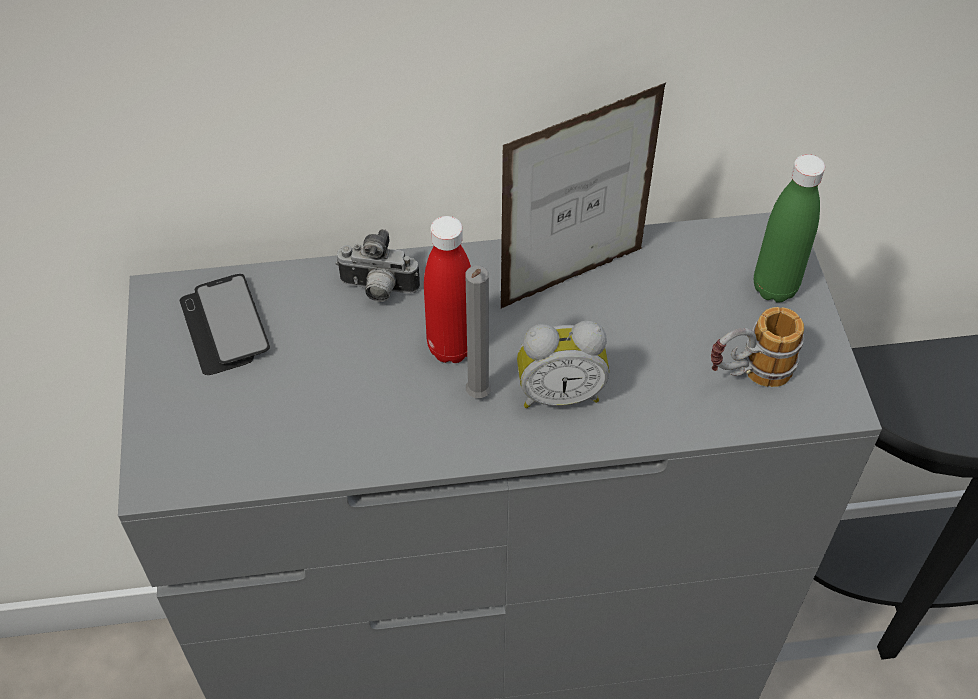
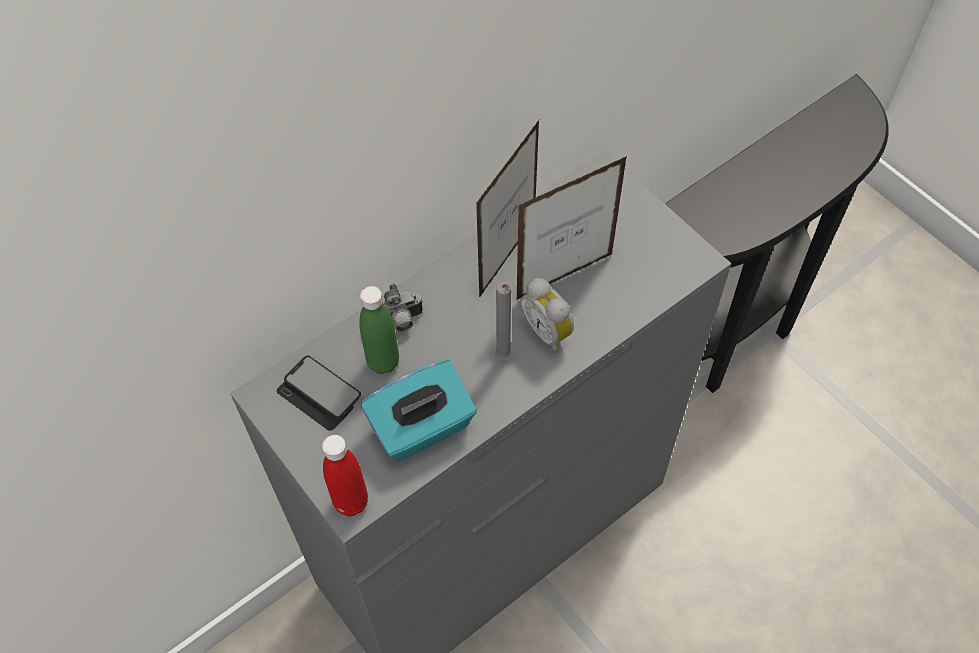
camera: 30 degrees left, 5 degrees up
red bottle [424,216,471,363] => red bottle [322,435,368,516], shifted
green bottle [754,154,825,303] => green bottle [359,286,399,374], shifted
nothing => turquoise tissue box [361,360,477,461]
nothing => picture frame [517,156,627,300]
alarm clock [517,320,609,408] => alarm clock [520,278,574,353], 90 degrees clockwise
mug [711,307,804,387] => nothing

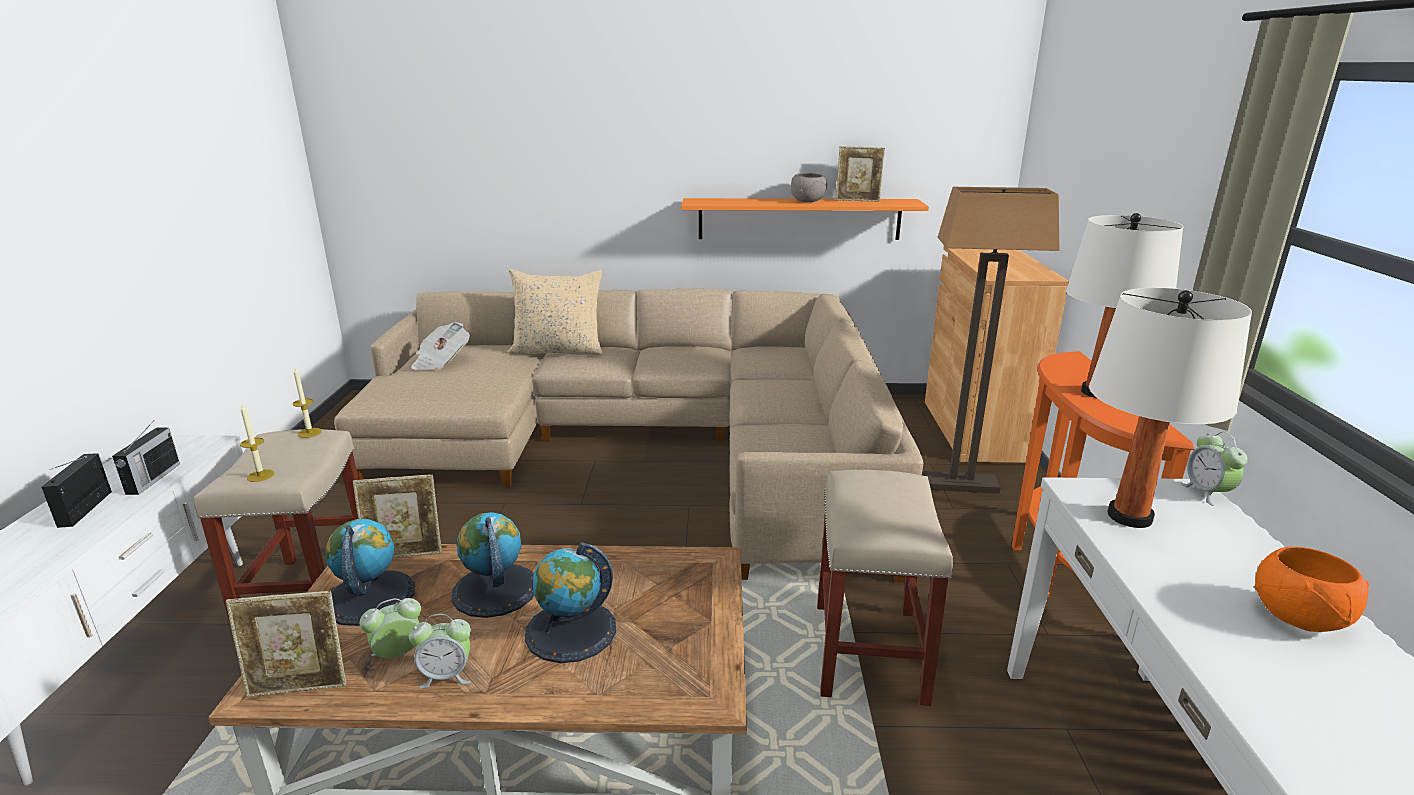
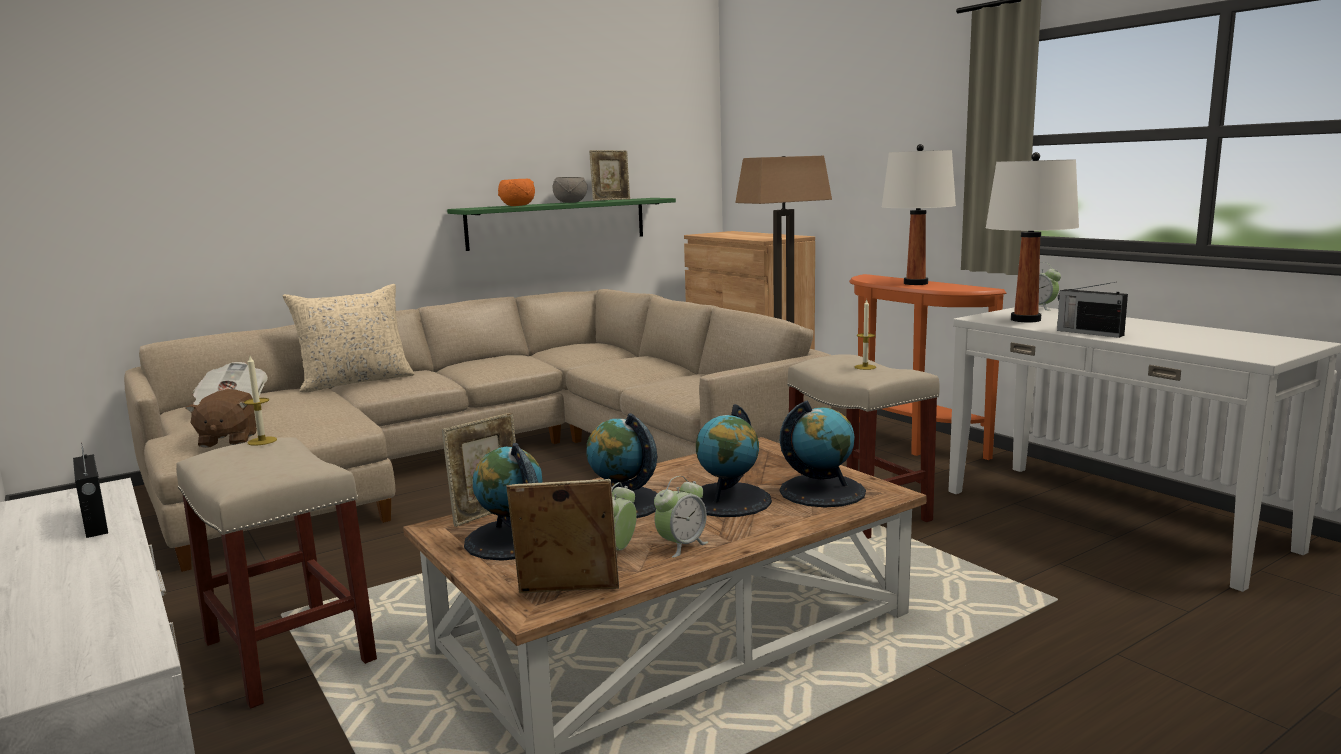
camera: 35 degrees left, 10 degrees down
nothing => brown plush toy [185,389,257,448]
orange shelf [681,198,929,240] => green shelf [447,198,676,251]
orange bowl [1254,547,1369,632] => orange bowl [498,179,535,206], shifted
picture frame [226,591,346,697] => picture frame [507,479,619,593], 135 degrees counterclockwise
nothing => globe [780,400,866,508]
candle [240,404,275,482] => candle [855,300,876,370], shifted
radio [41,453,112,528] => radio [1057,282,1128,338], shifted

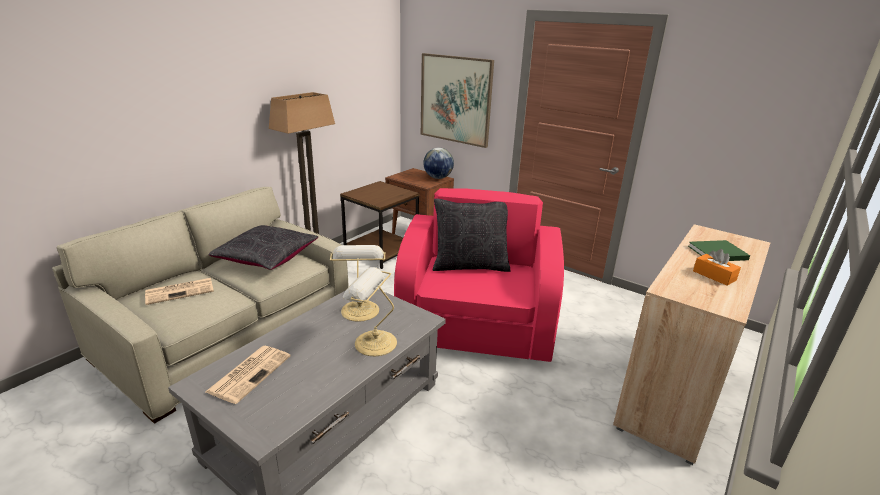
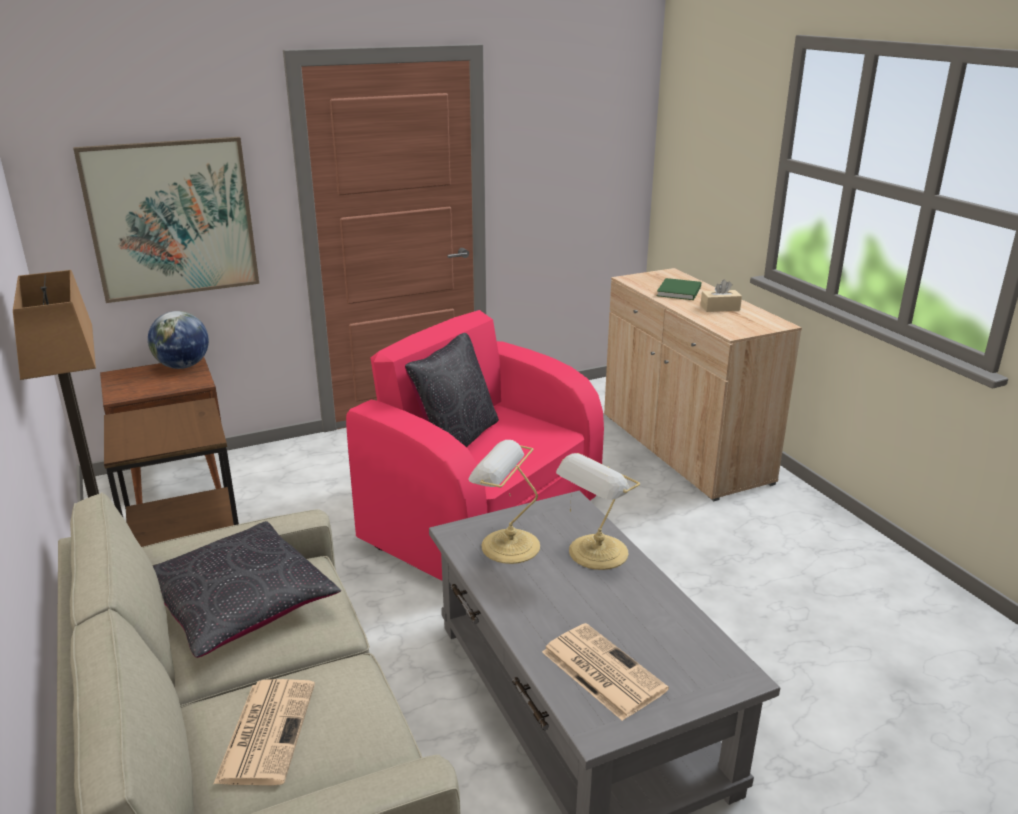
camera: 60 degrees left, 0 degrees up
orange tissue box [693,249,741,286] => beige tissue box [700,280,742,312]

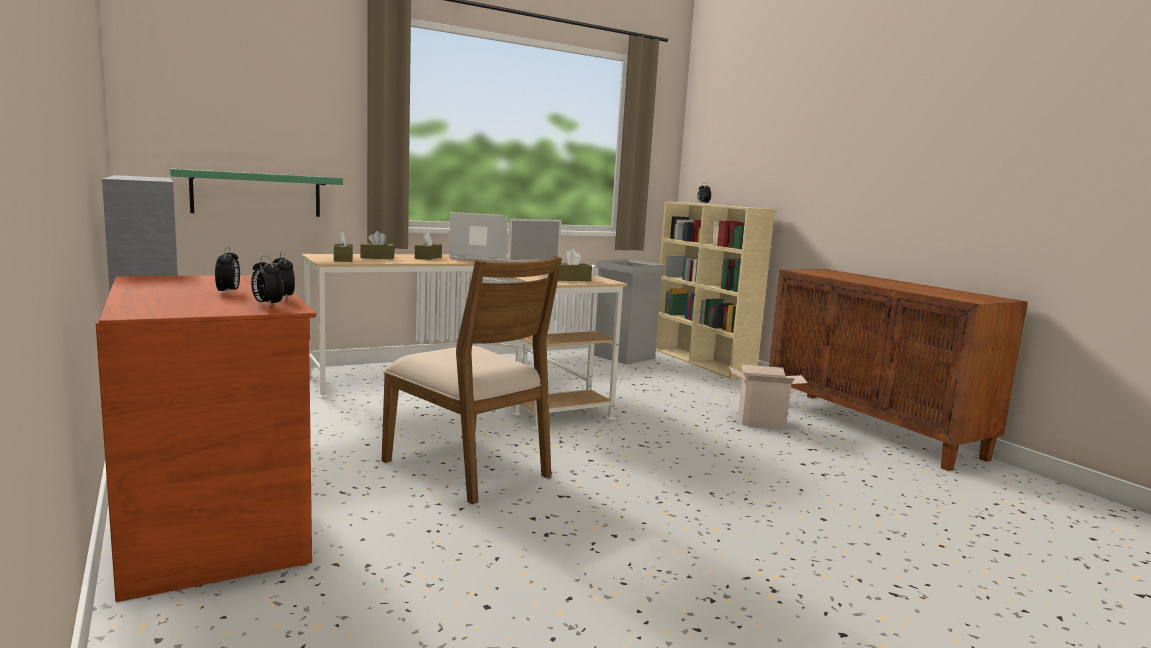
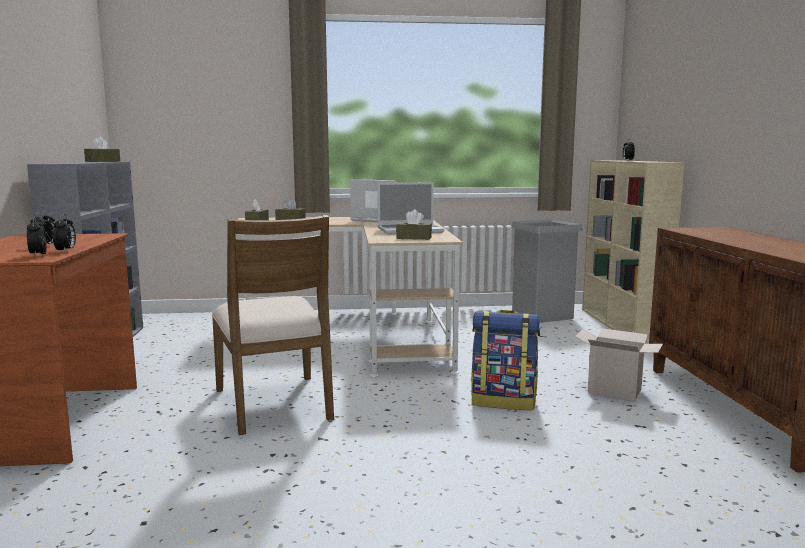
camera: 25 degrees right, 0 degrees up
brown tissue box [415,232,442,260] => brown tissue box [84,136,120,162], shifted
nothing => backpack [471,310,540,410]
green shelf [170,169,343,217] => nothing

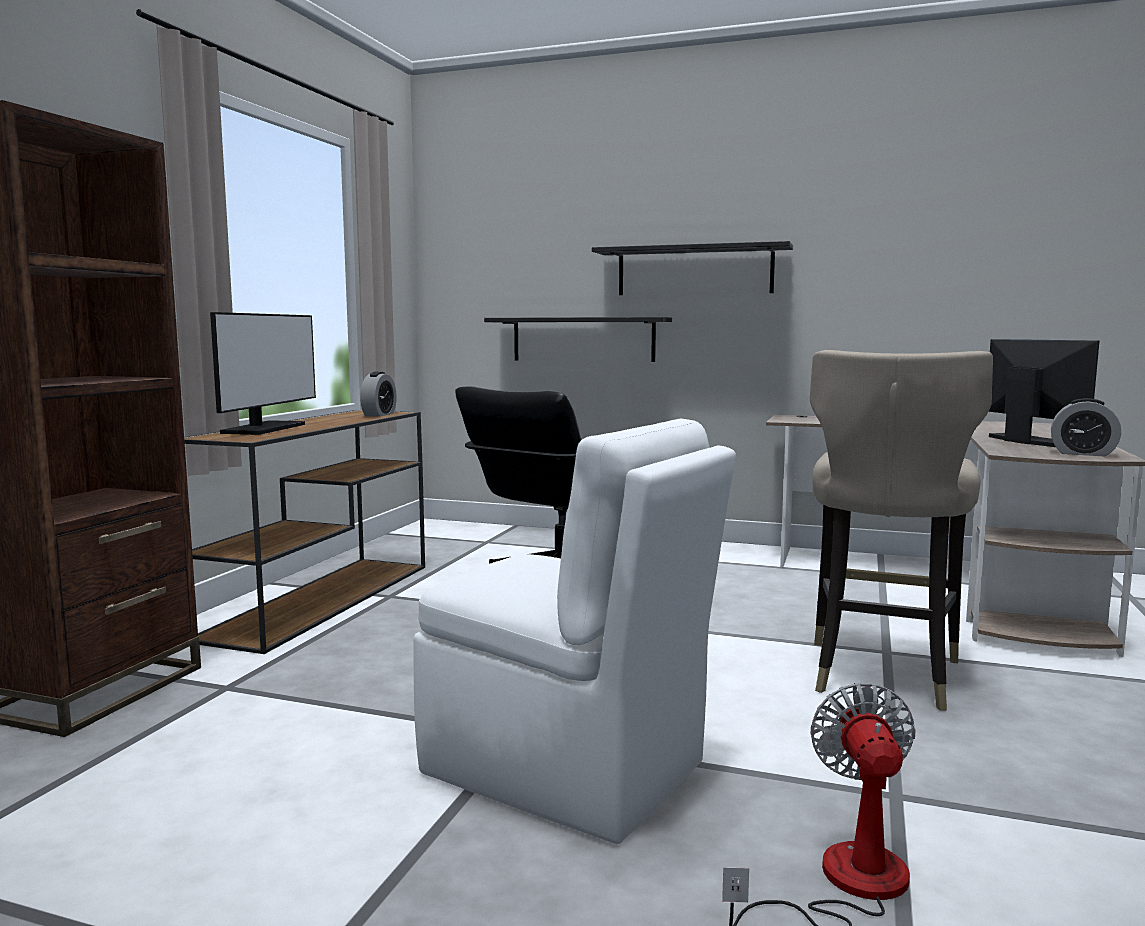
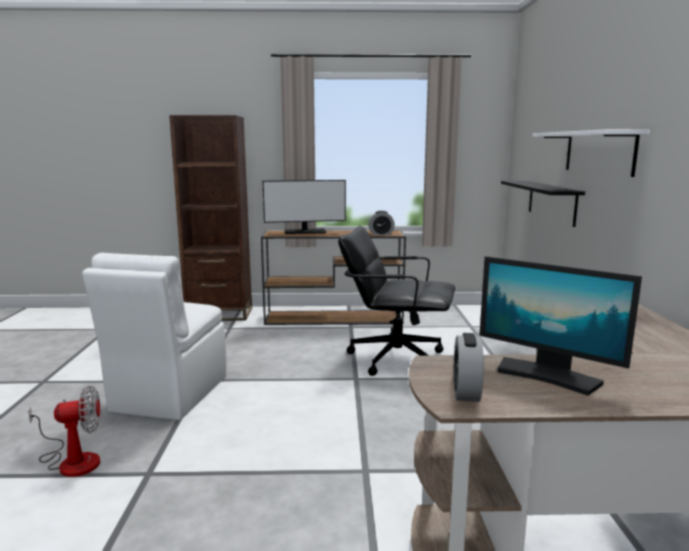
camera: 70 degrees right, 5 degrees up
monitor [989,339,1099,447] => monitor [479,256,642,396], 75 degrees clockwise
black shelf [592,241,793,295] => white shelf [533,129,650,177]
beige stool [810,350,993,711] => nothing

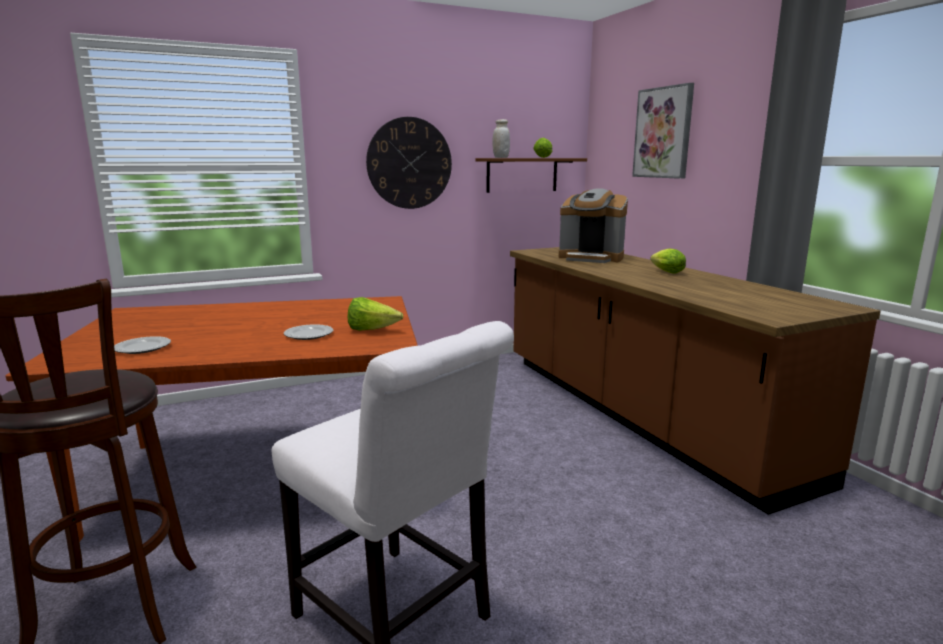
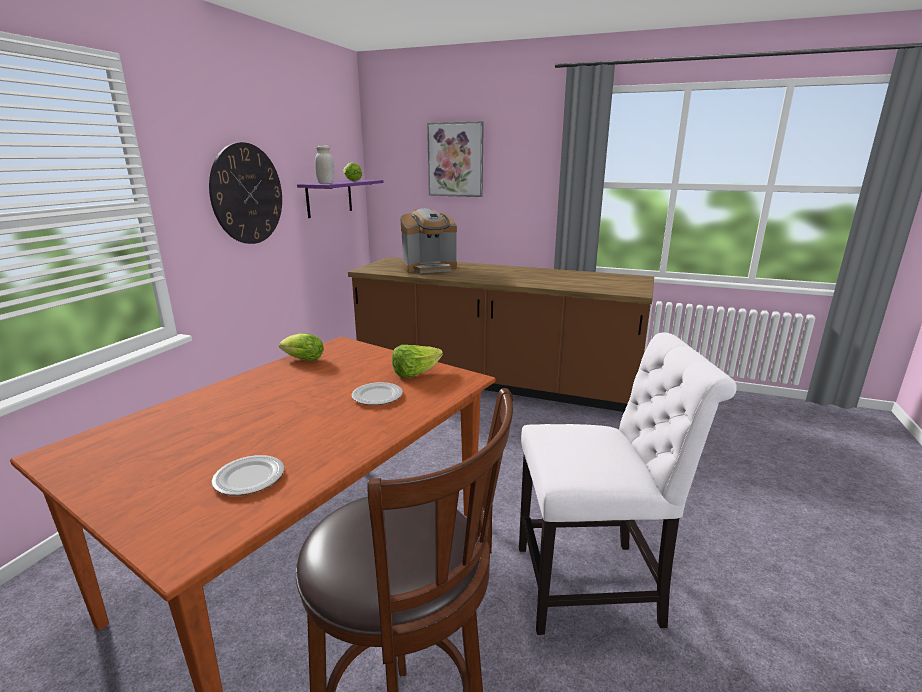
camera: 45 degrees left, 5 degrees up
lettuce [650,249,686,274] => lettuce [279,333,324,361], shifted
brown shelf [475,158,587,193] => purple shelf [297,180,383,218]

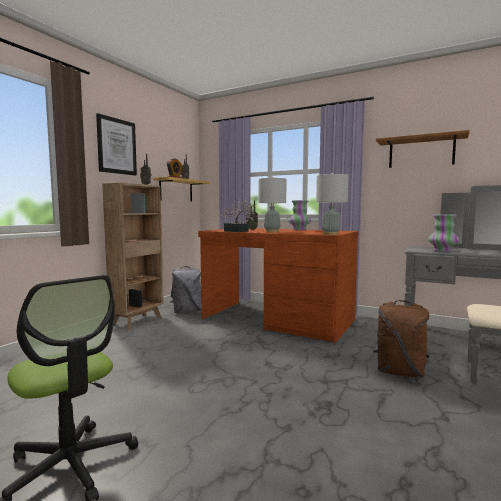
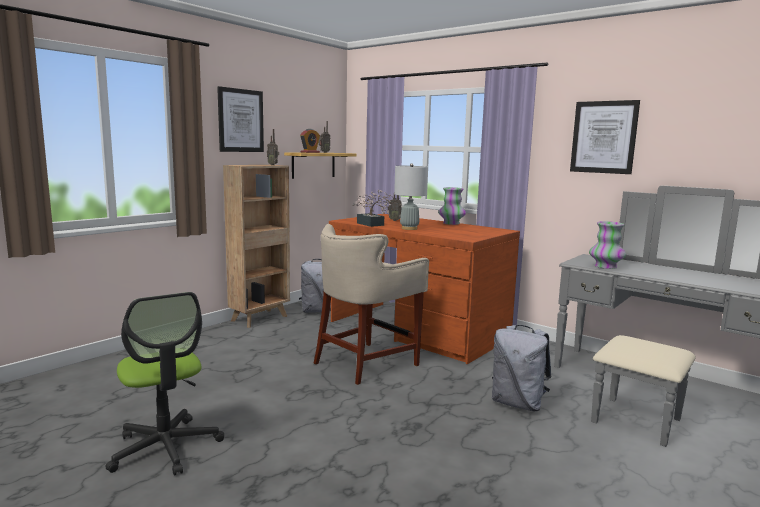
camera: 10 degrees right, 5 degrees up
nothing => beige stool [314,224,429,385]
brown backpack [374,300,430,378] => grey backpack [492,325,551,411]
shelf [376,130,470,168] => picture [570,100,640,174]
grey table lamp [316,173,348,235] => nothing

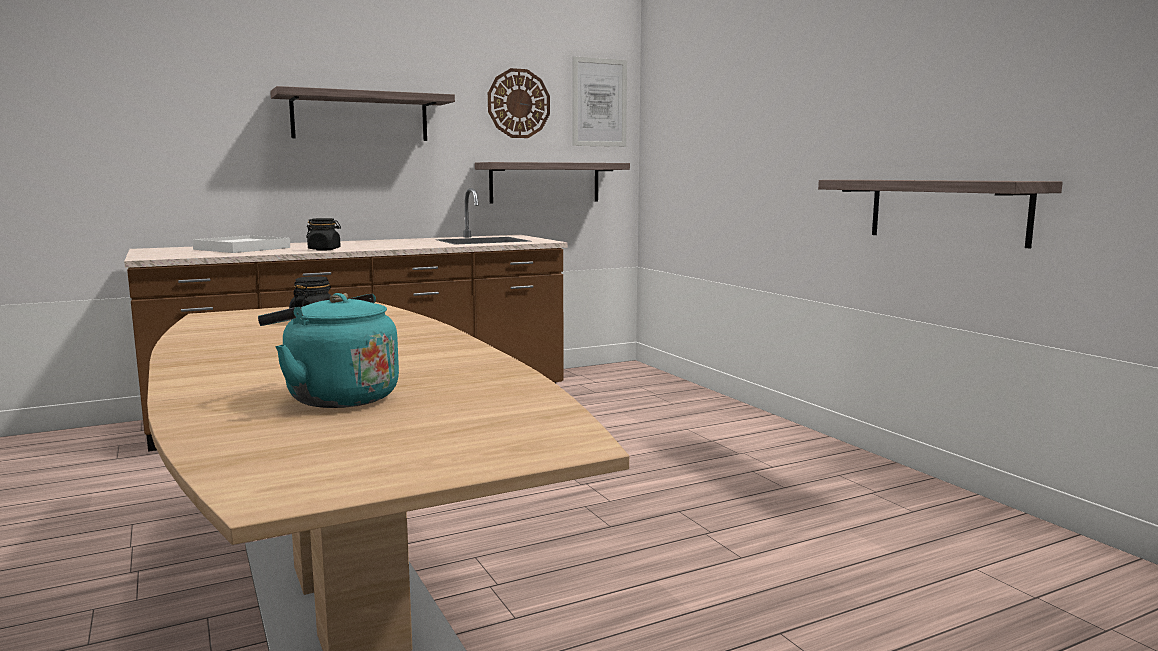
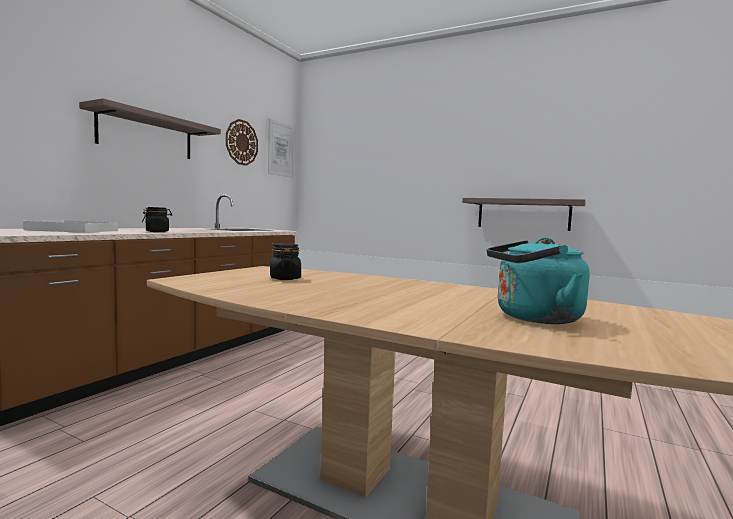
camera: 35 degrees left, 5 degrees down
shelf [475,162,630,203] => nothing

